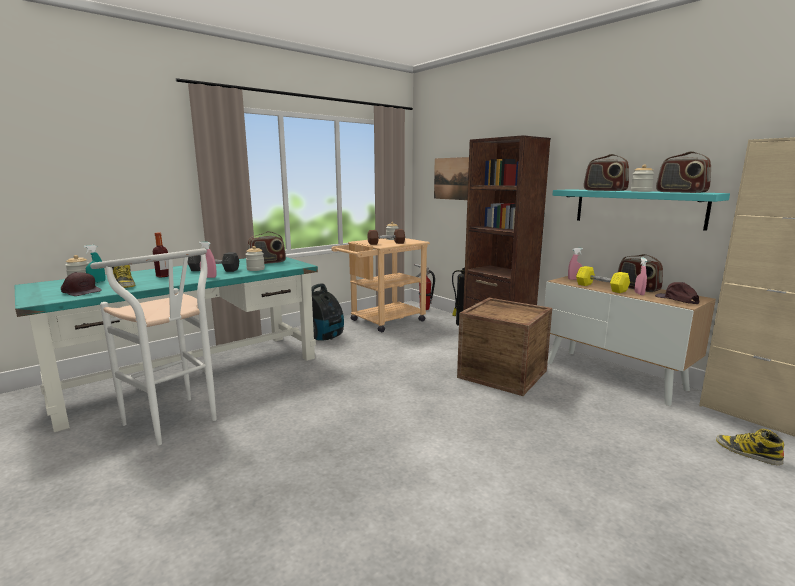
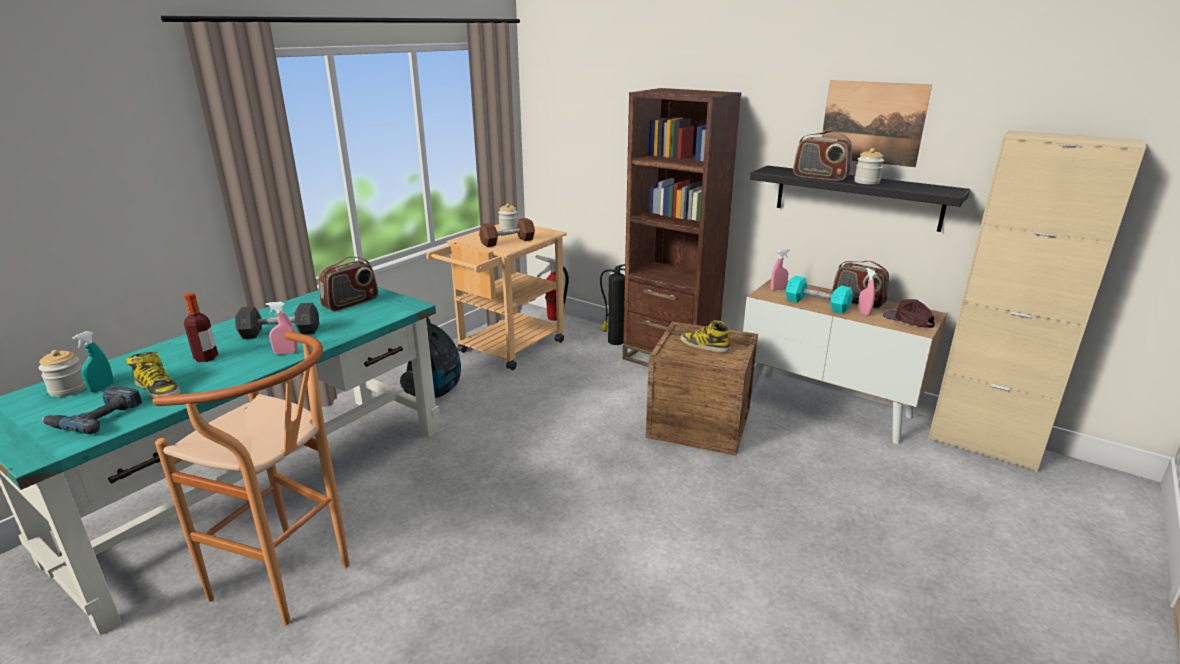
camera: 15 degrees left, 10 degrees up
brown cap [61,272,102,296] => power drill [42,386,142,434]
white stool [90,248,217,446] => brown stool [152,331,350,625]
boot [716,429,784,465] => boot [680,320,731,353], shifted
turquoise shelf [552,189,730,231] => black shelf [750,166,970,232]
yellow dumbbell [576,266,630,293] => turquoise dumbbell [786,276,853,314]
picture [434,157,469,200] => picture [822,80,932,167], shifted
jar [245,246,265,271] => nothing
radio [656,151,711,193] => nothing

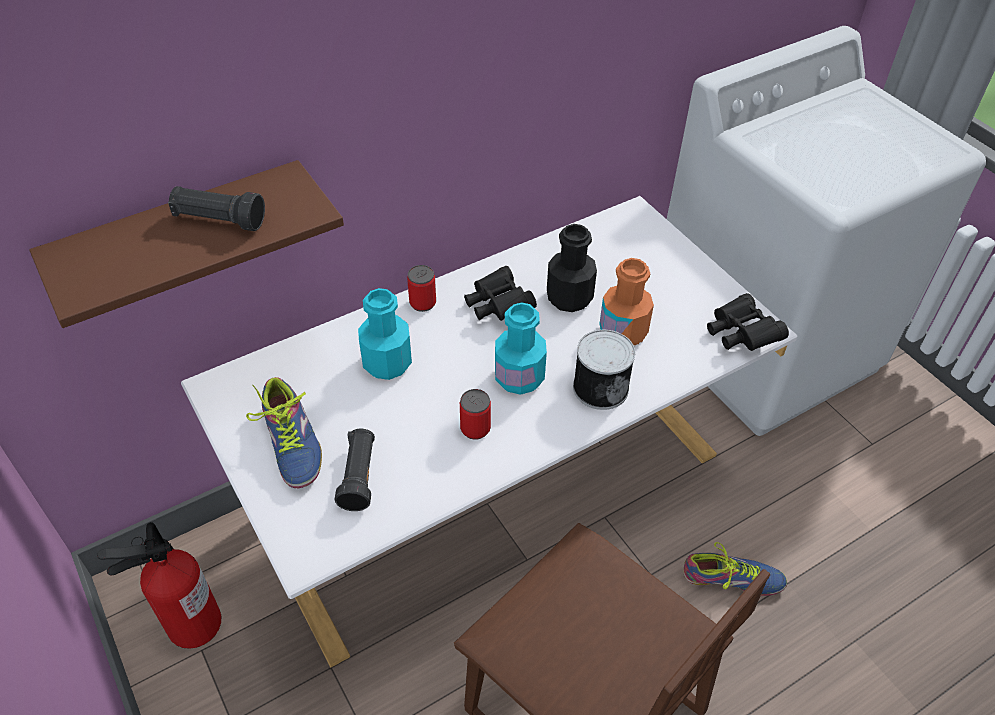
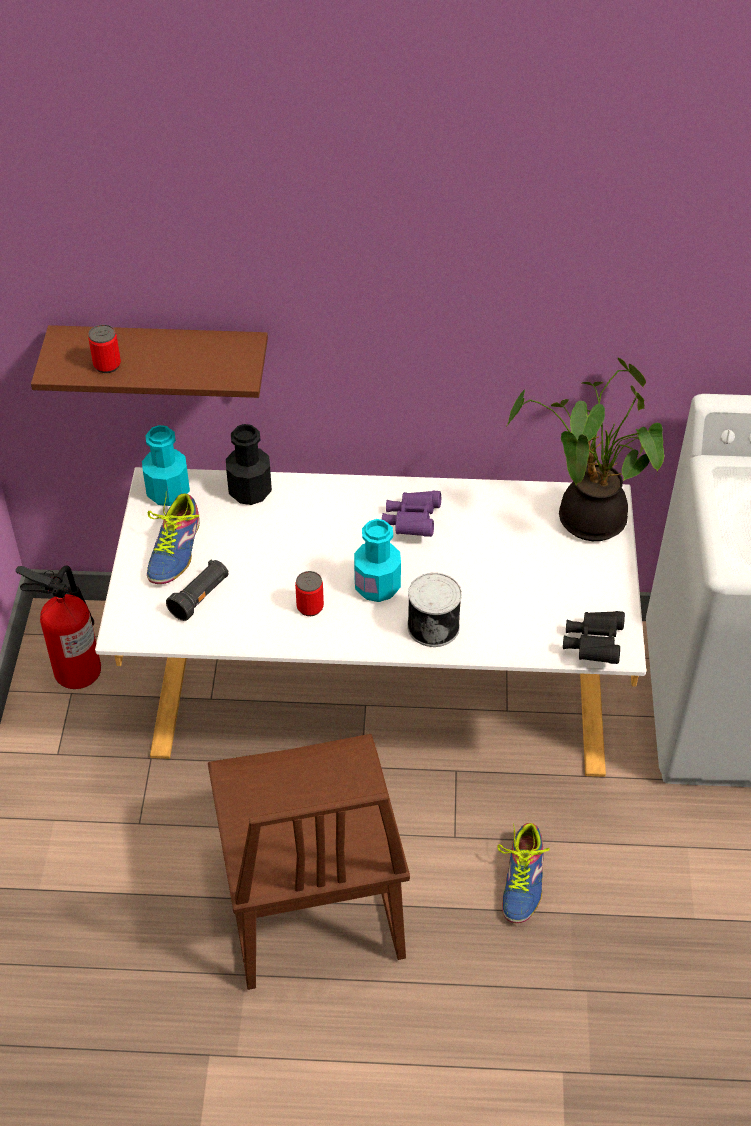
camera: 35 degrees right, 0 degrees up
can [407,265,436,312] => can [88,325,121,373], shifted
turquoise bottle [358,288,412,380] => turquoise bottle [142,425,190,506], shifted
black bottle [547,224,597,312] => black bottle [226,424,272,505], shifted
black binoculars [464,266,537,321] => purple binoculars [382,490,441,537]
shoe [683,542,787,596] => shoe [498,823,549,923], 60 degrees clockwise
nothing => potted plant [507,358,664,541]
black flashlight [168,186,265,231] => nothing
orange bottle [599,258,654,345] => nothing

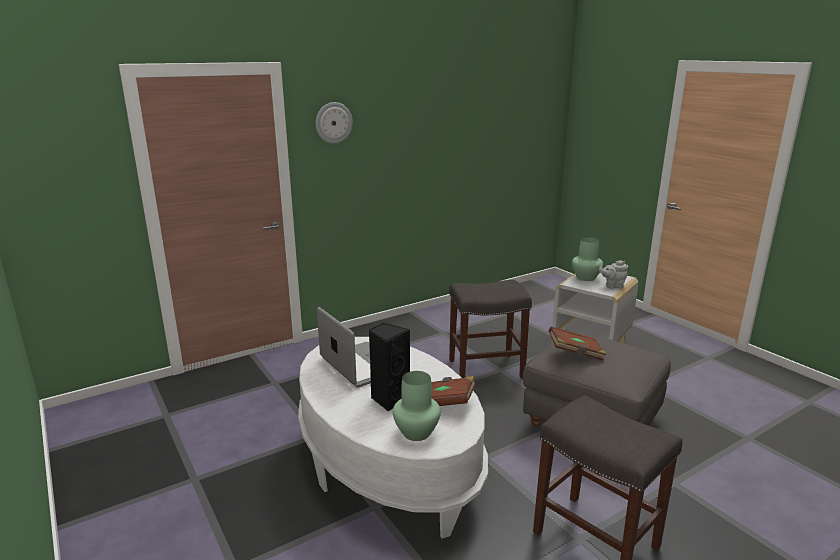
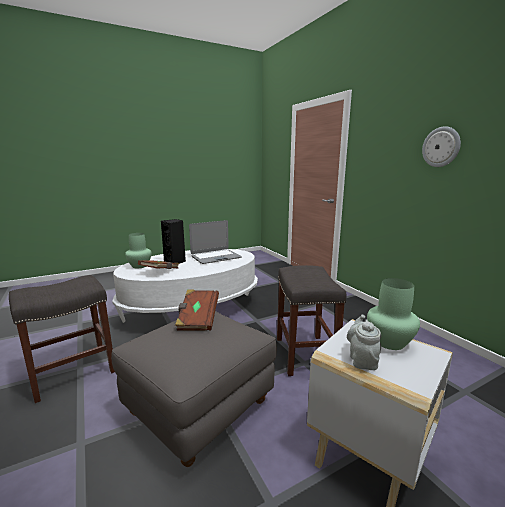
camera: 95 degrees right, 5 degrees down
wall clock [316,102,353,144] => wall clock [422,126,461,167], shifted

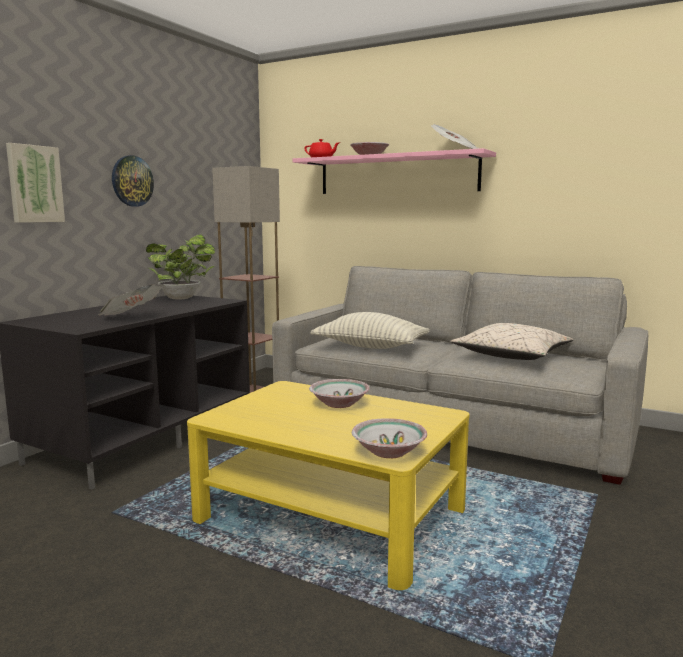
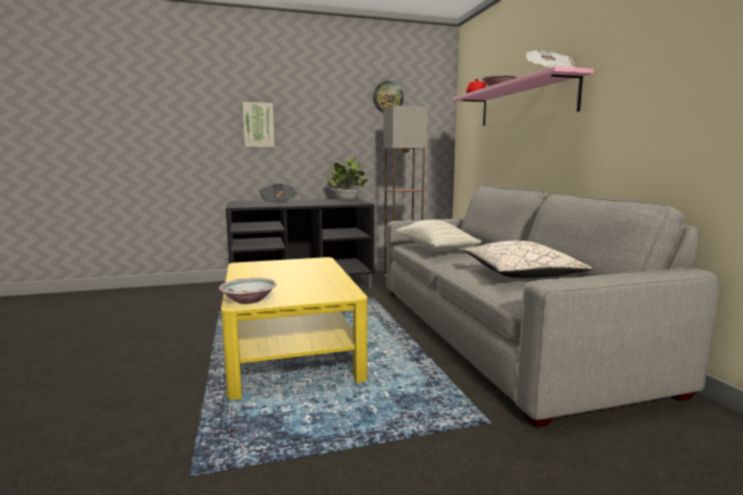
camera: 45 degrees right, 0 degrees up
wall clock [112,155,154,207] => wall clock [373,81,404,113], shifted
bowl [309,379,370,408] => nothing

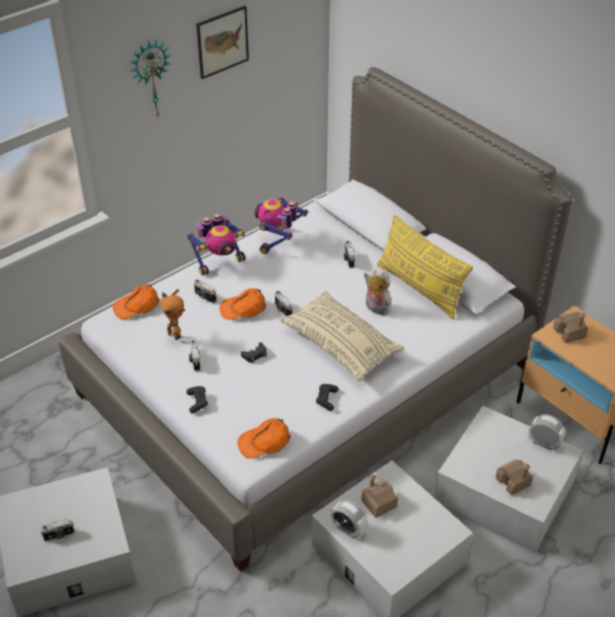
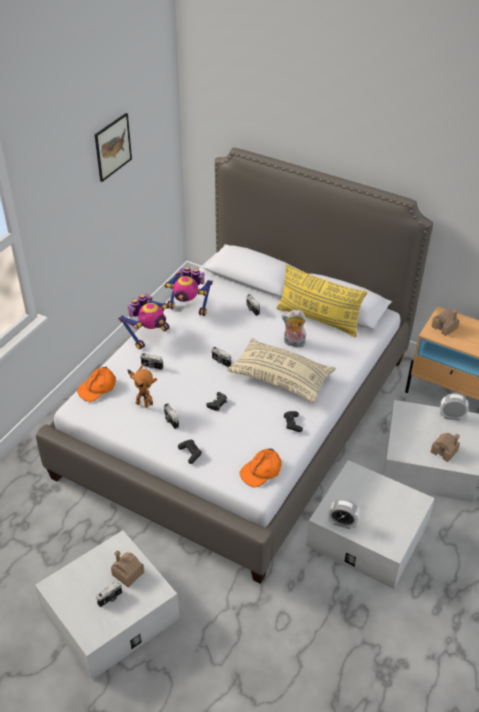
camera: 20 degrees left, 0 degrees up
toy house [361,474,398,518] => toy house [111,551,144,588], shifted
toy robot [254,198,308,254] => toy robot [164,266,213,316], 75 degrees counterclockwise
wall clock [131,39,171,119] => nothing
orange cap [220,288,266,320] => nothing

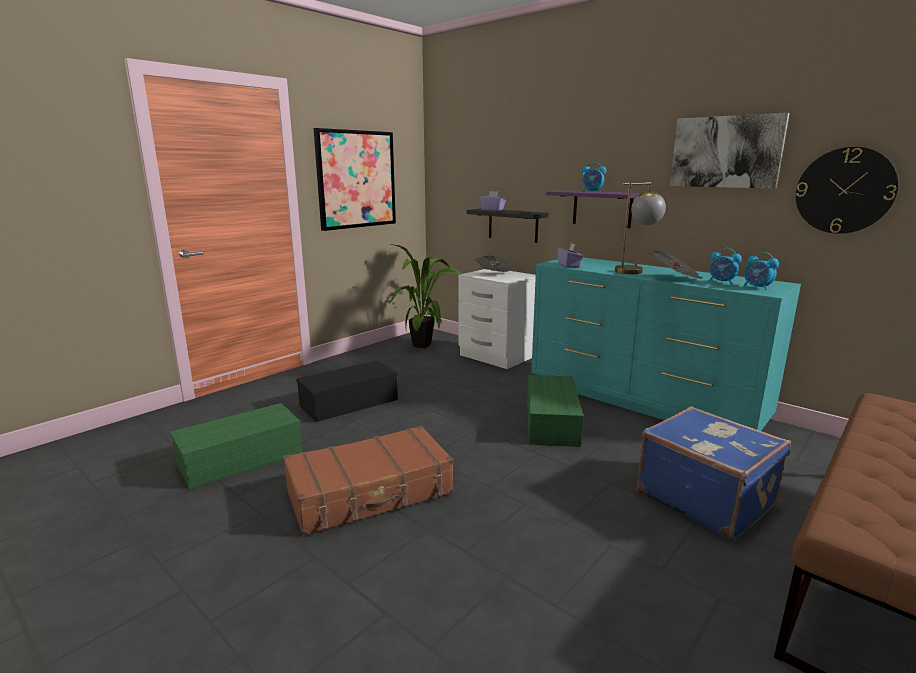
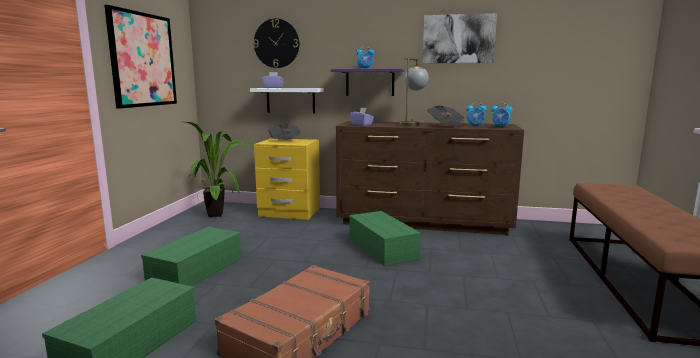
camera: 30 degrees left, 5 degrees down
black storage box [296,361,398,422] => green storage box [141,227,241,286]
black shelf [467,209,548,243] => white shelf [250,88,324,113]
wall clock [796,147,898,234] => wall clock [253,18,299,68], shifted
white nightstand [458,269,536,369] => yellow nightstand [254,138,320,220]
turquoise dresser [531,257,801,431] => brown dresser [336,121,524,235]
blue suitcase [637,406,791,541] => nothing

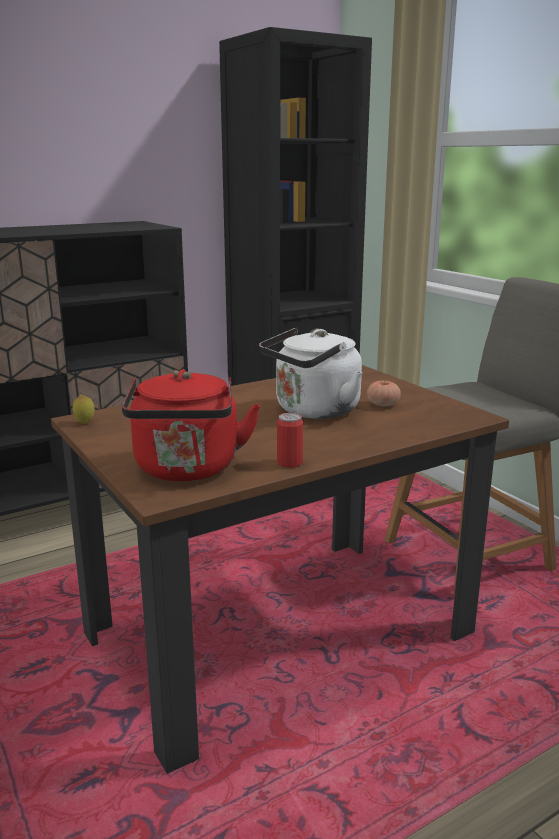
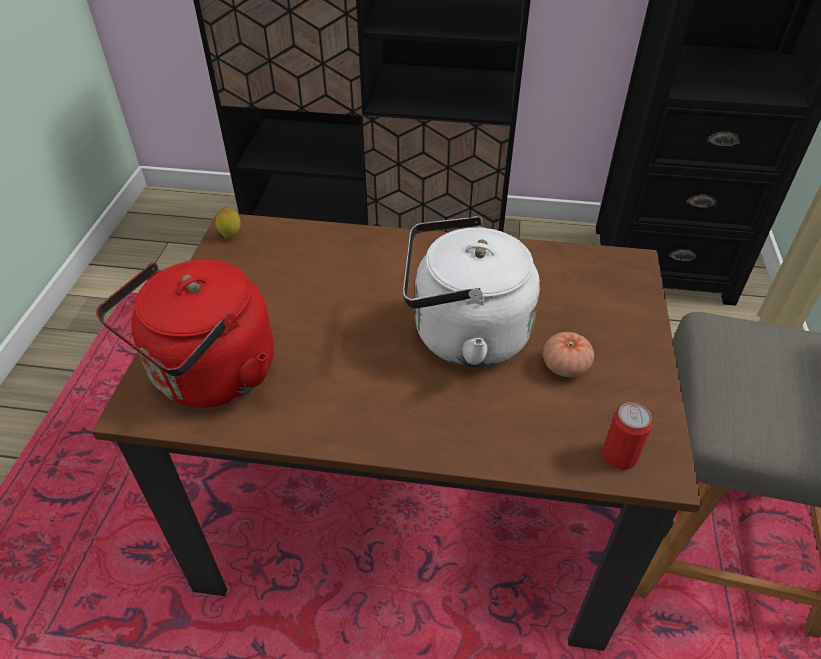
camera: 40 degrees right, 25 degrees up
can [277,413,303,468] => can [602,402,652,470], shifted

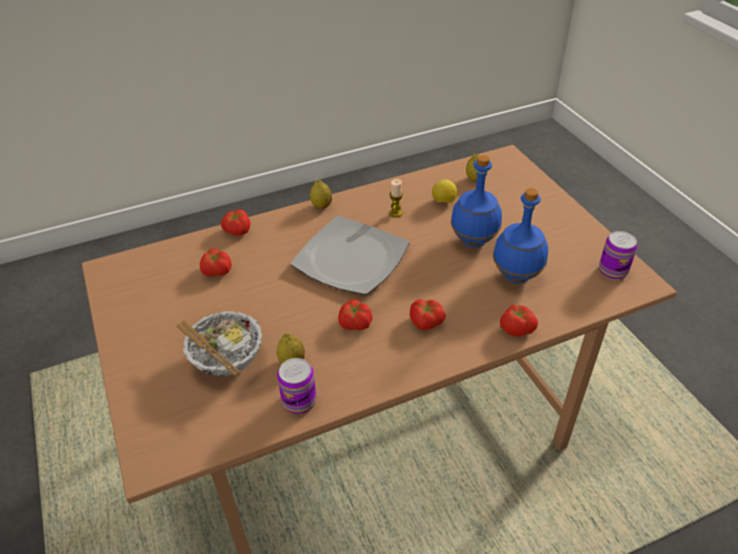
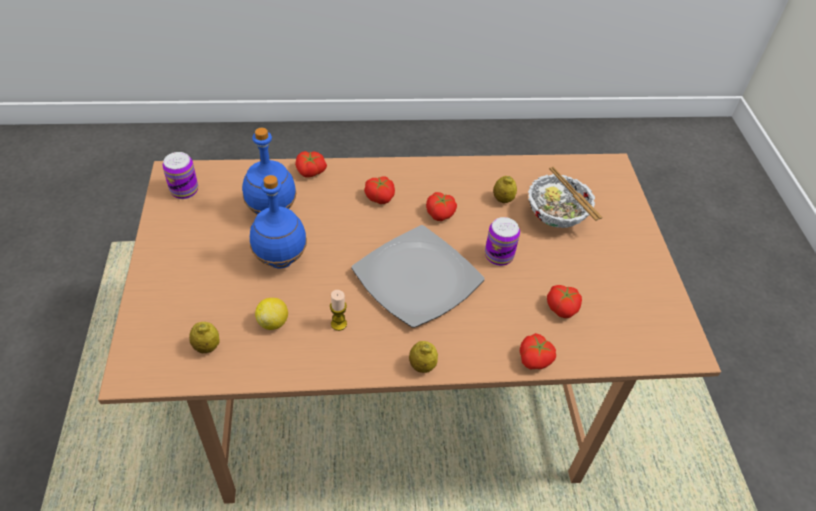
camera: 165 degrees left, 5 degrees up
can [277,358,317,414] => can [485,217,520,266], shifted

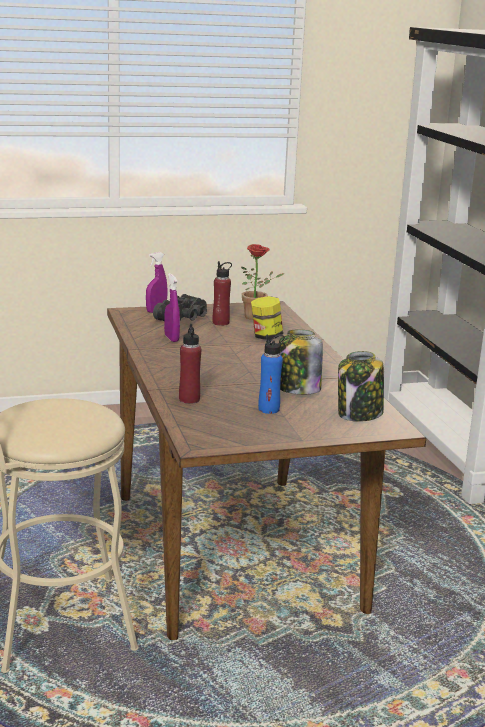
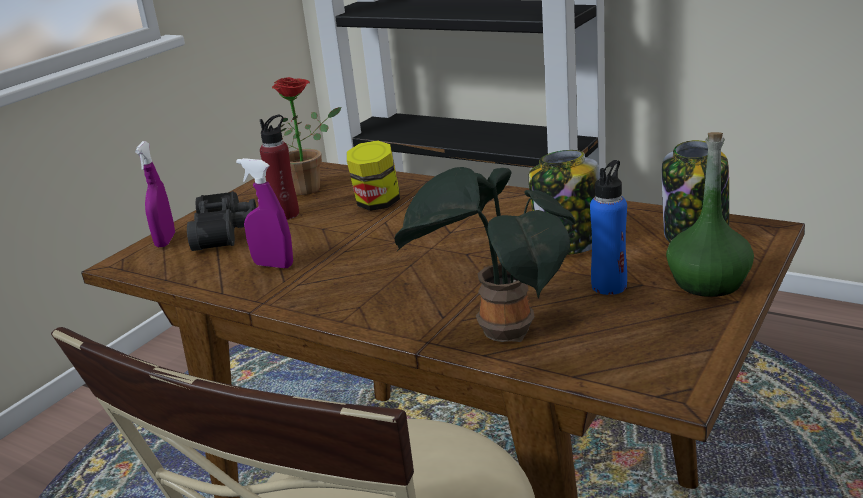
camera: 40 degrees left, 5 degrees up
red bottle [179,324,201,404] => potted plant [395,167,576,342]
nothing => green bottle [666,132,754,297]

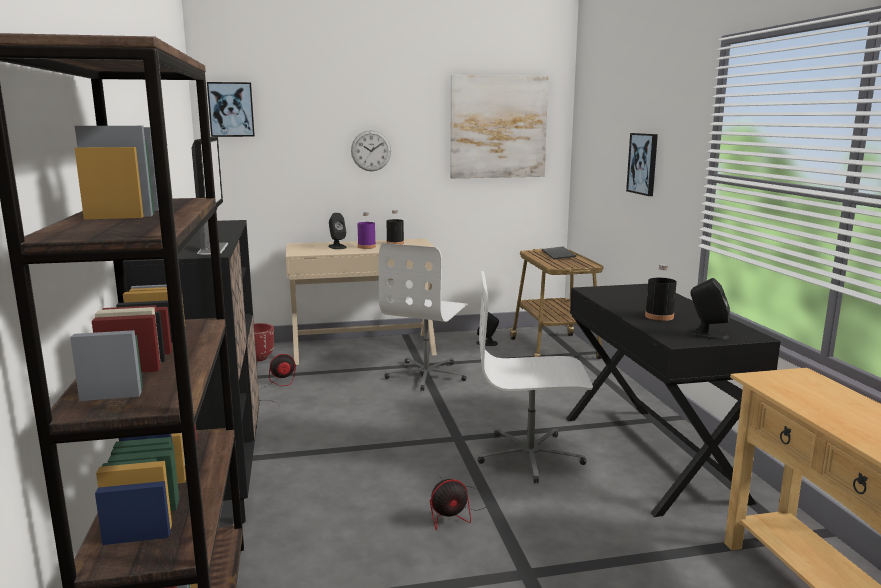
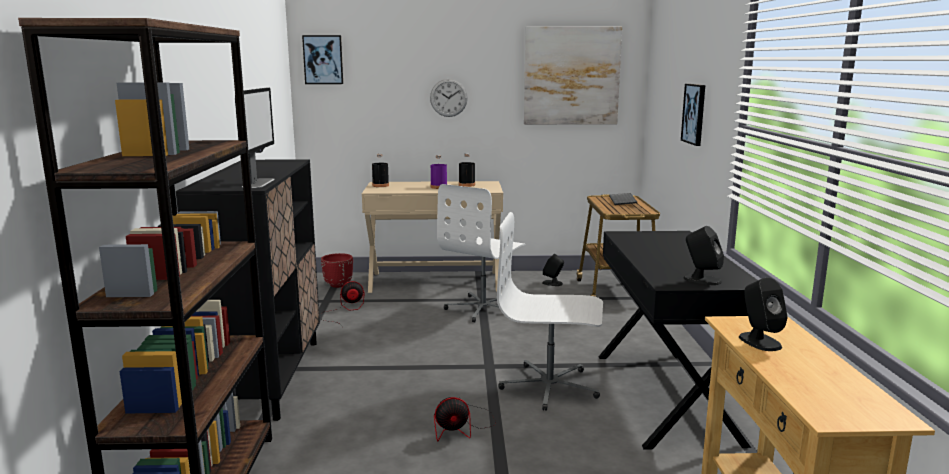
camera: 10 degrees right, 0 degrees up
black bottle [645,264,677,321] => black bottle [372,154,389,187], shifted
black speaker [329,213,347,249] => black speaker [739,277,788,351], shifted

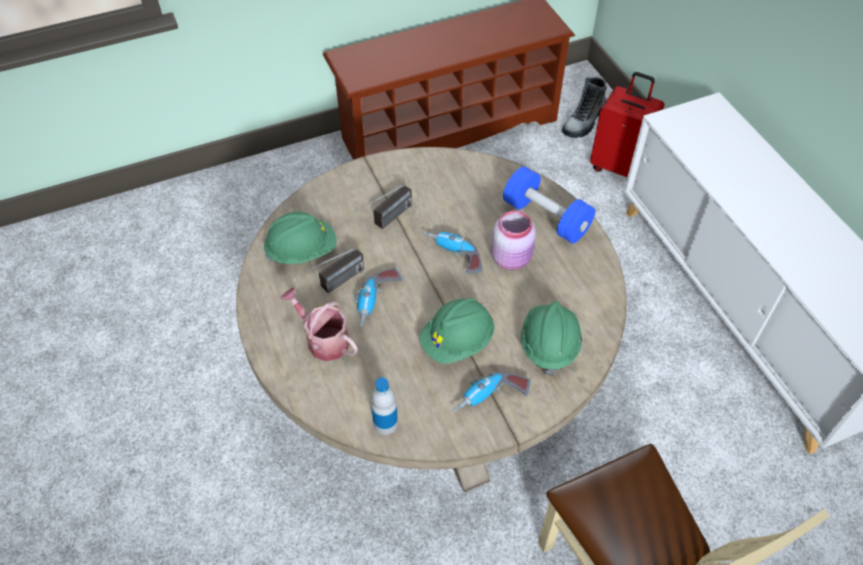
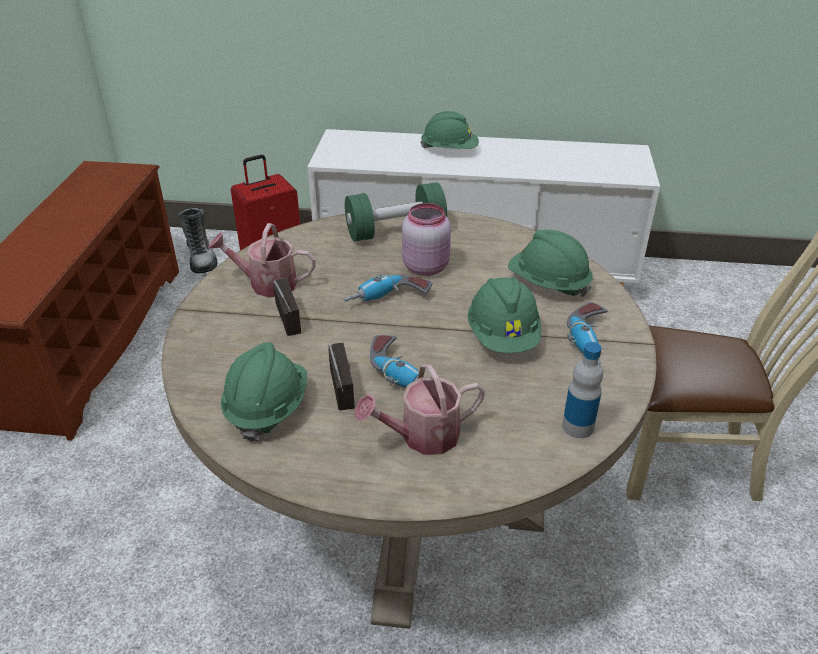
camera: 60 degrees left, 15 degrees down
nothing => watering can [208,223,316,297]
blue dumbbell [503,166,595,244] => green dumbbell [345,182,447,242]
nothing => green hard hat [420,111,479,149]

